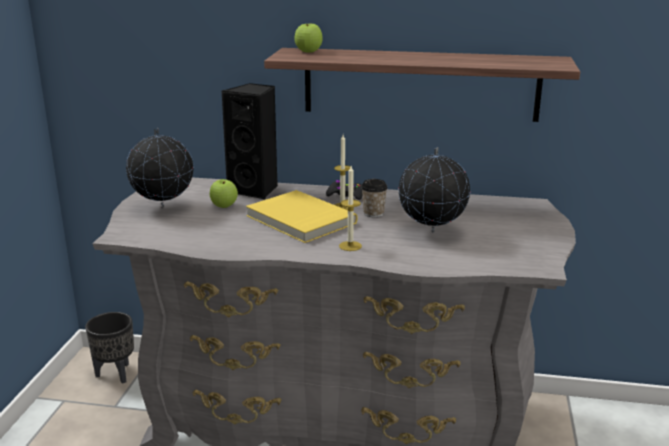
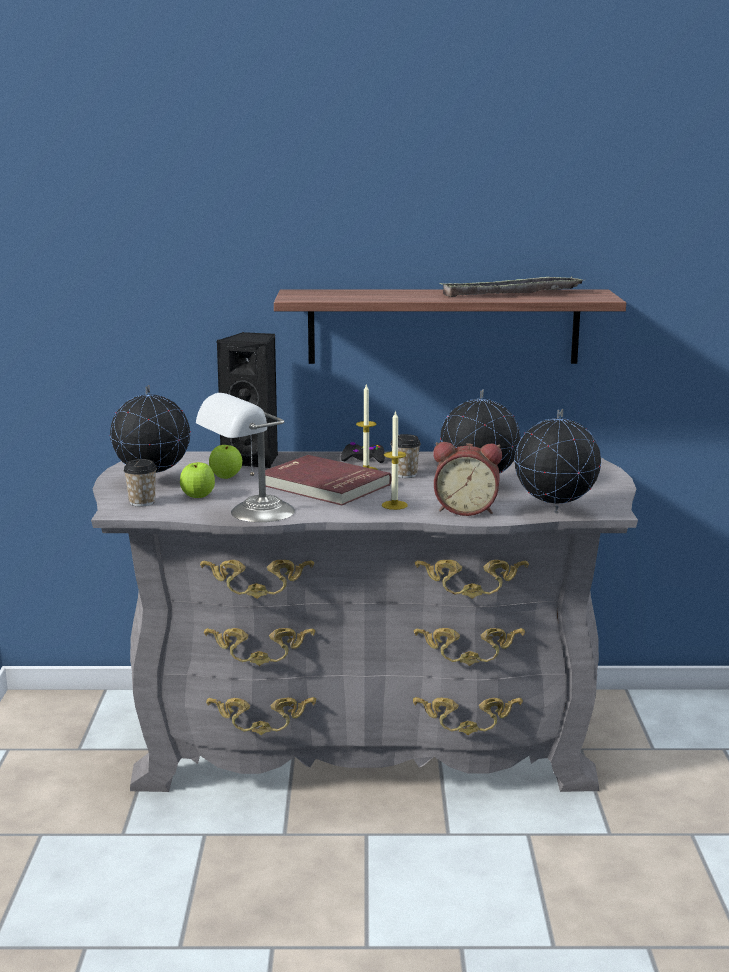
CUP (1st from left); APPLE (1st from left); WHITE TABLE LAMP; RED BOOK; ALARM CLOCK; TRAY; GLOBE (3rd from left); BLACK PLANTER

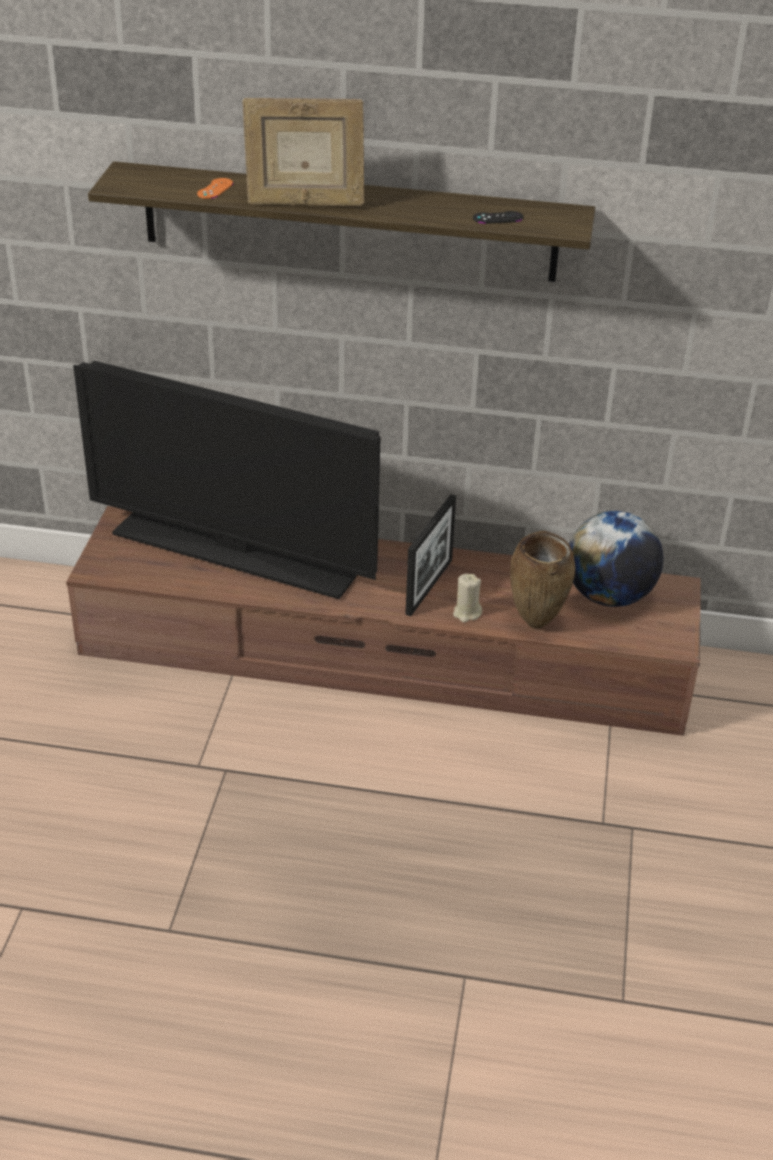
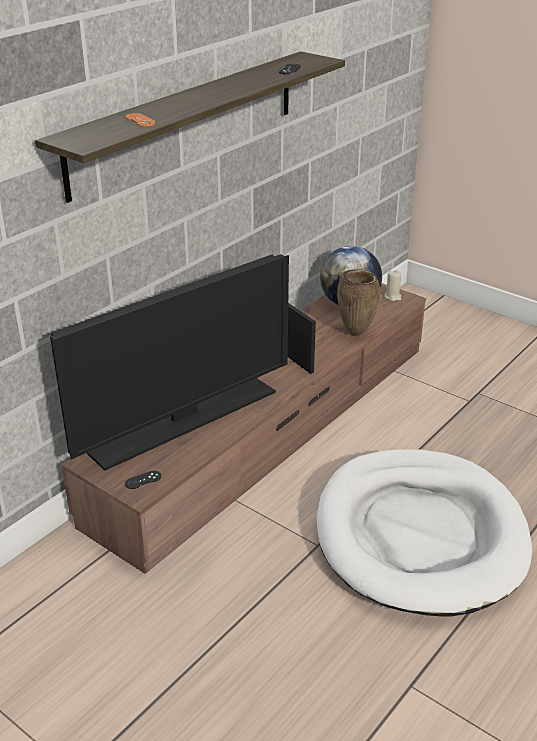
BLACK GAME CONTROLLER (1st from left); WHITE DOG BED; BEIGE CANDLE; PICTURE FRAME (1st from left in the first image)

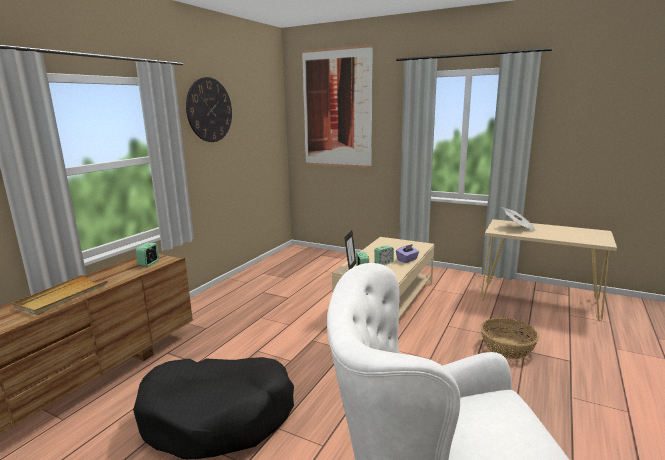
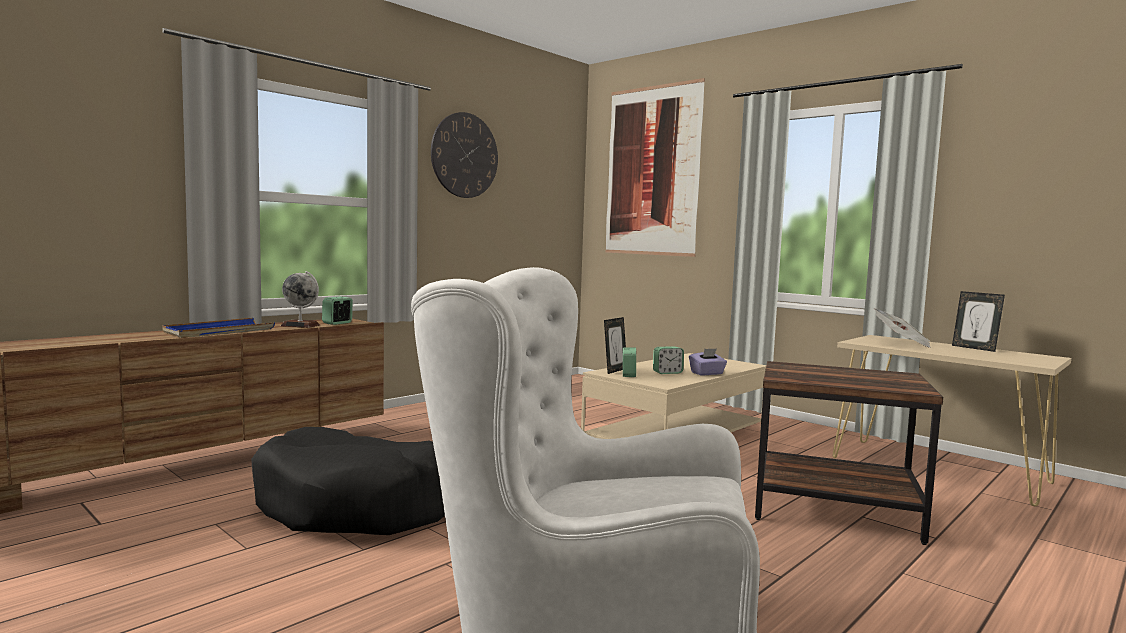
BLUE TRAY; GLOBE; BROWN SIDE TABLE; PICTURE FRAME (2nd from left)

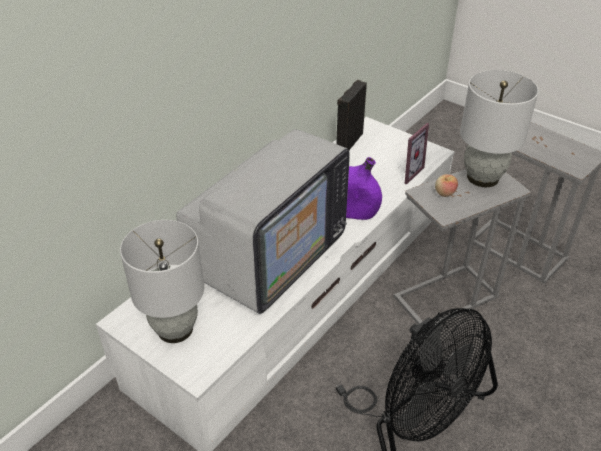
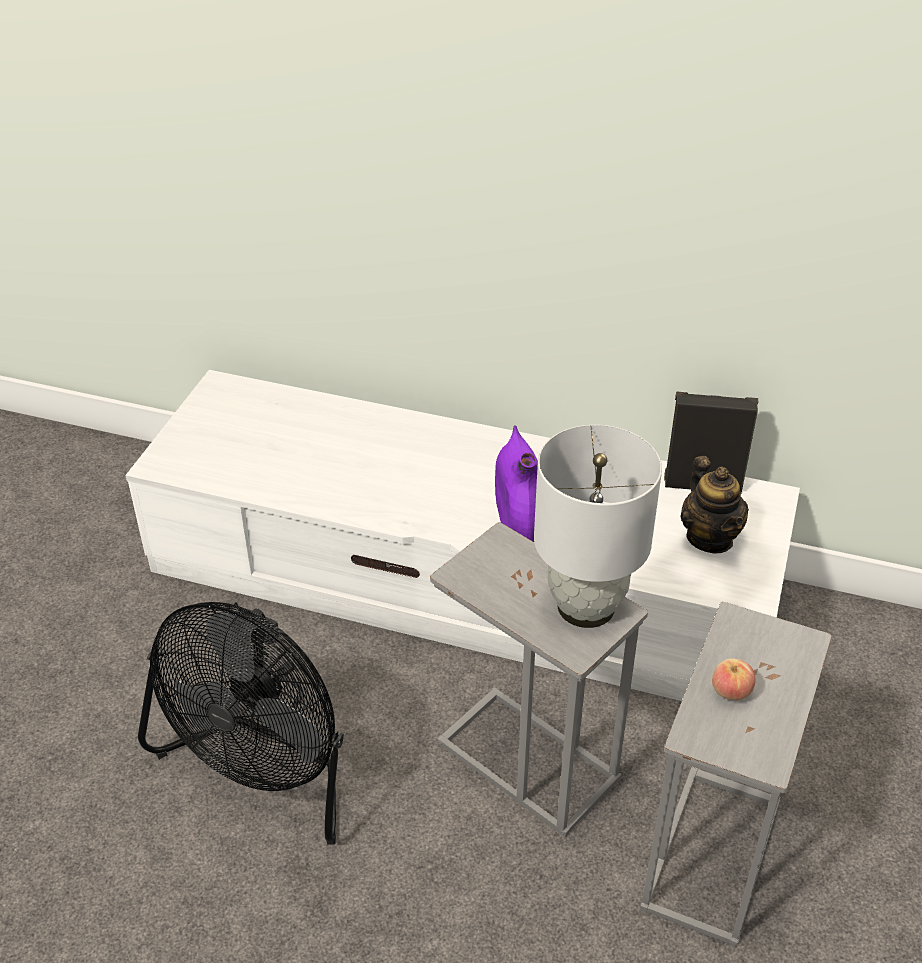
TEAPOT; APPLE; WHITE TABLE LAMP (1st from left in the first image); TELEVISION; PICTURE FRAME

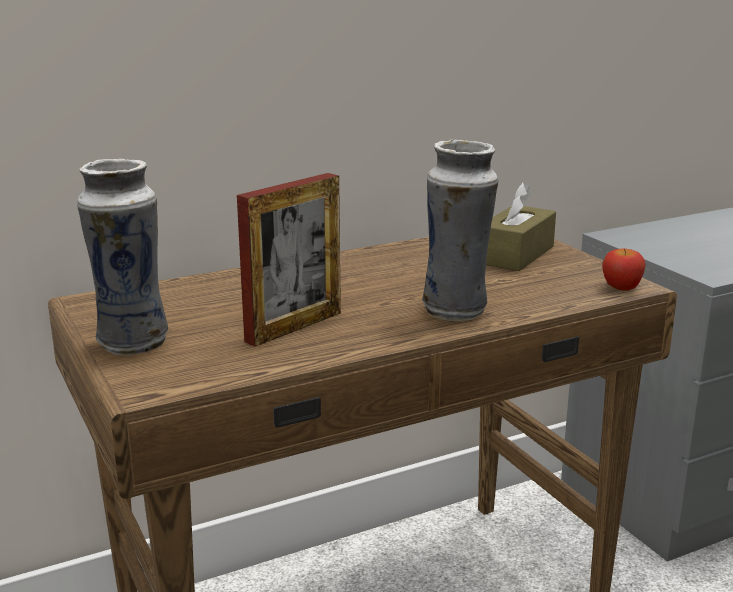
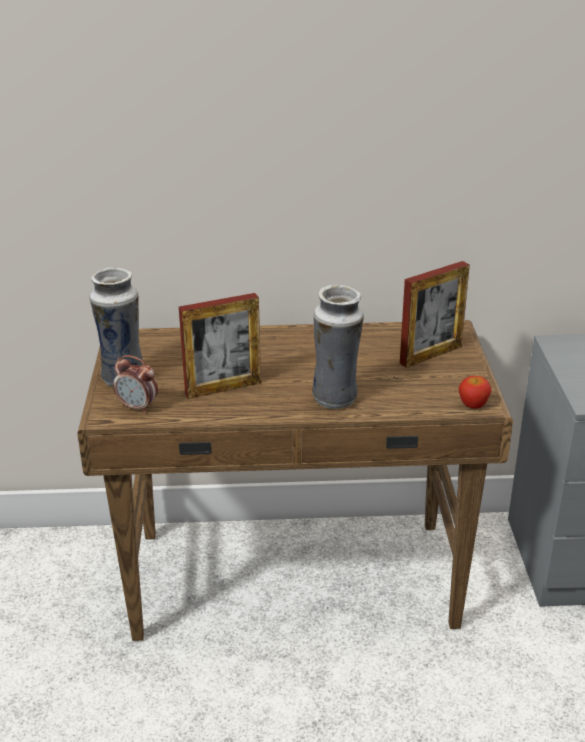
ALARM CLOCK; PICTURE FRAME (2nd from left)

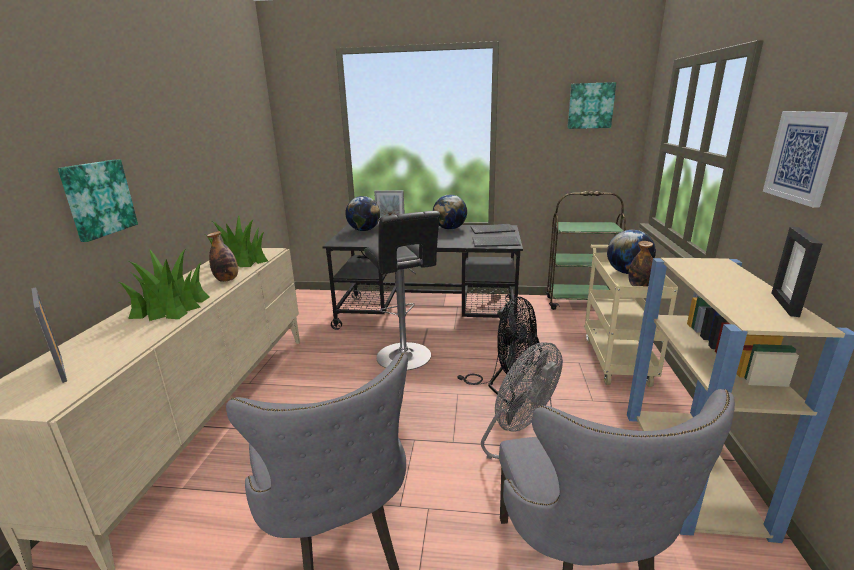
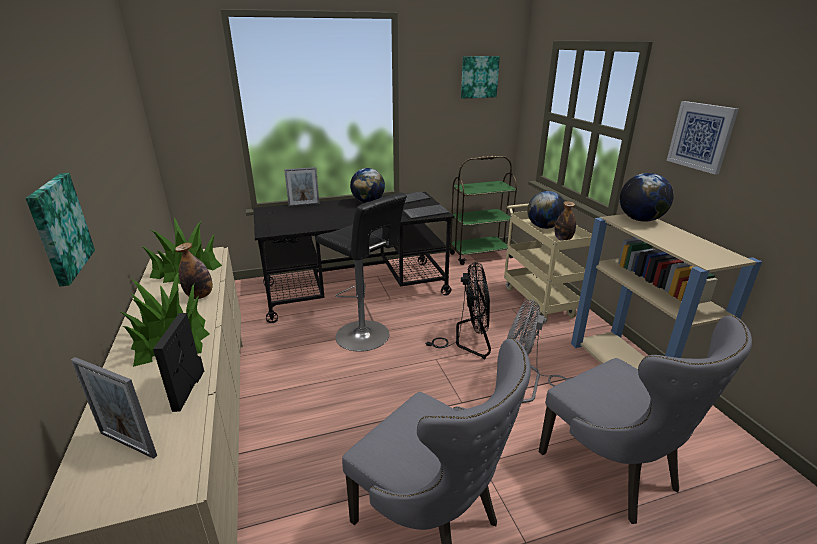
PICTURE FRAME (2nd from left); GLOBE (3rd from left)

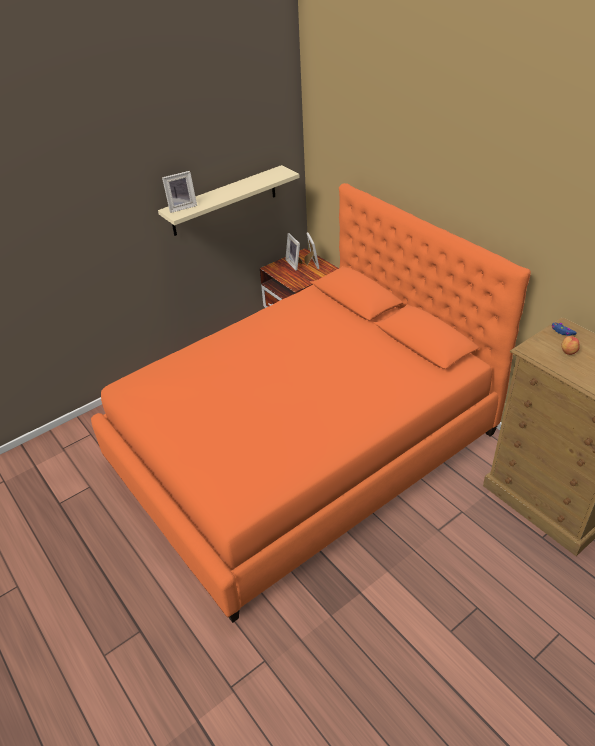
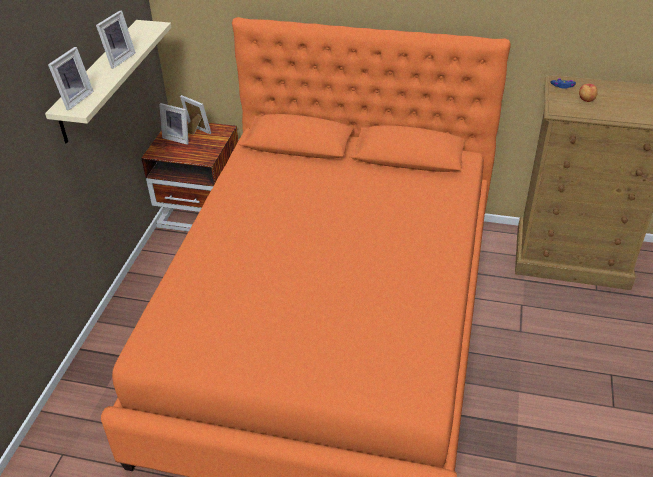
PICTURE FRAME (2nd from left)

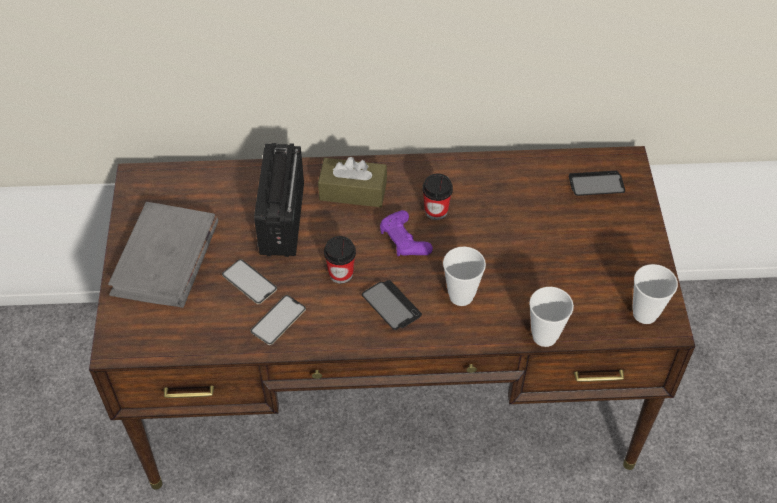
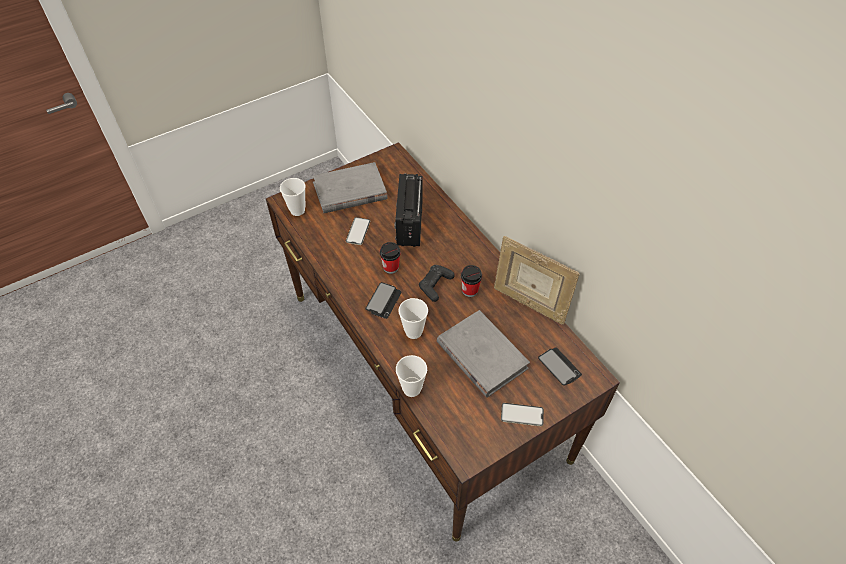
CUP (1st from left); RADIO; BLACK GAME CONTROLLER; GREY BOOK (2nd from left); PICTURE FRAME; PHONE (3rd from left); BROWN TISSUE BOX

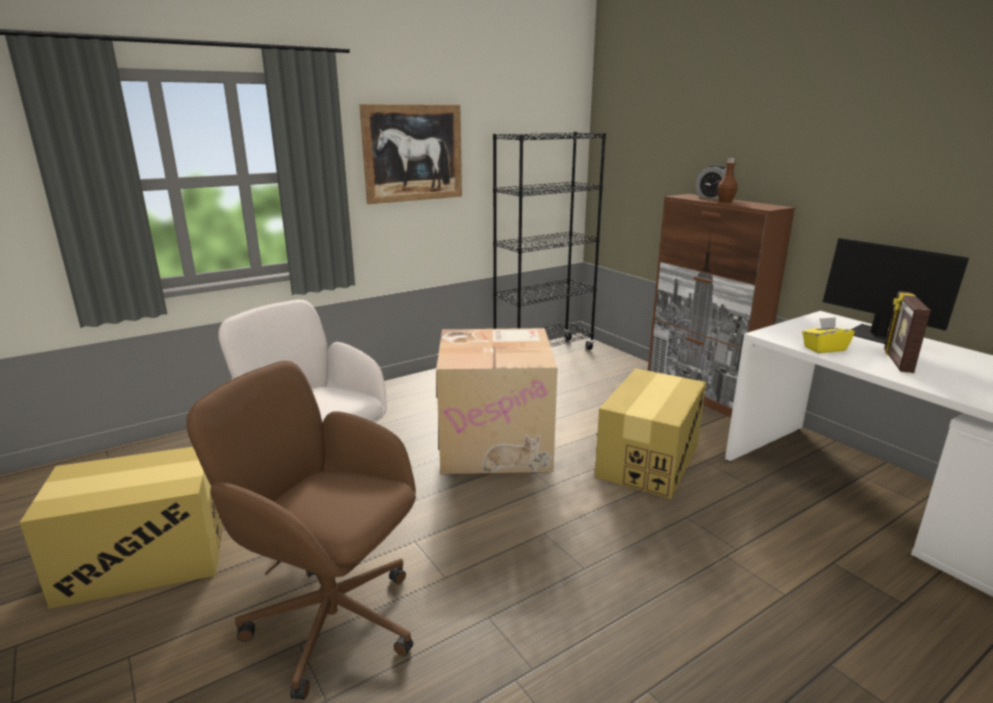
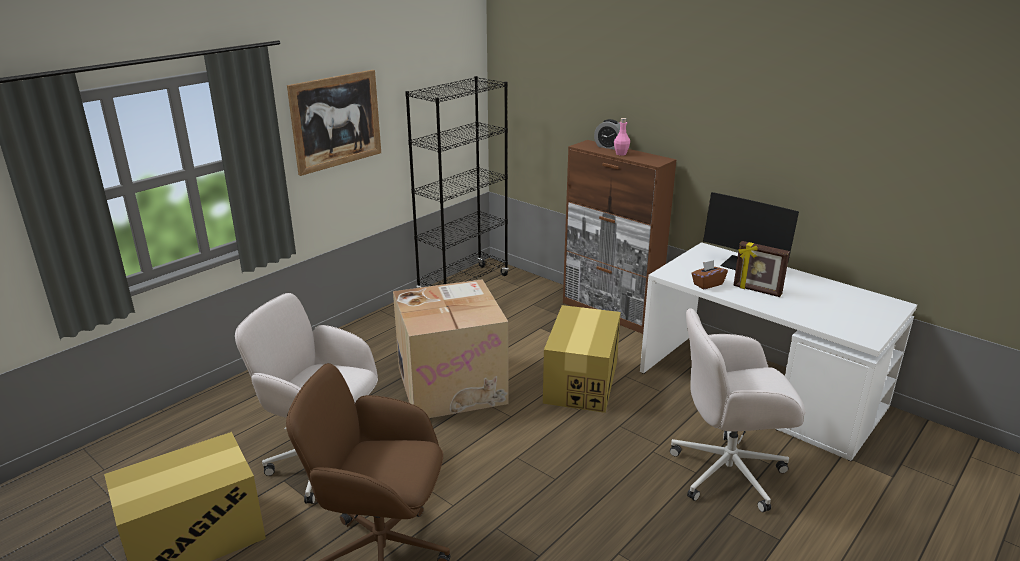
PINK BOTTLE; WHITE OFFICE CHAIR (2nd from left); BROWN TISSUE BOX; PICTURE FRAME

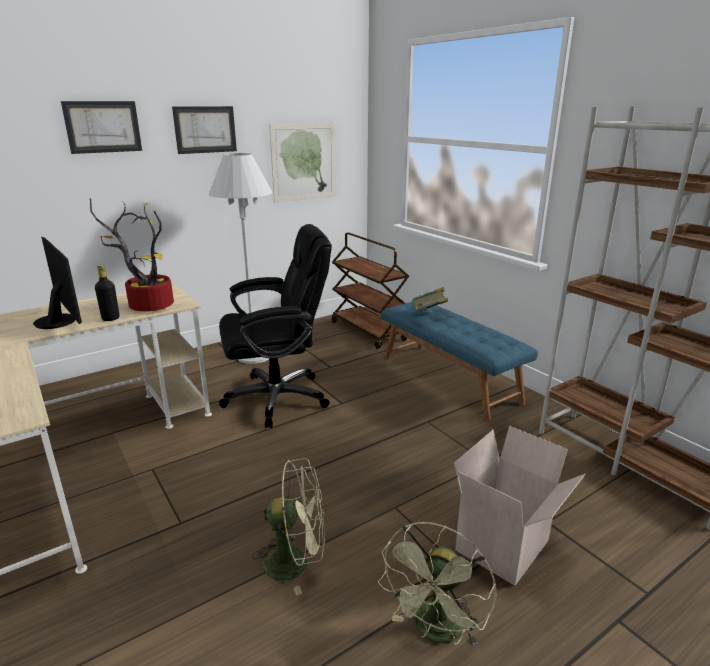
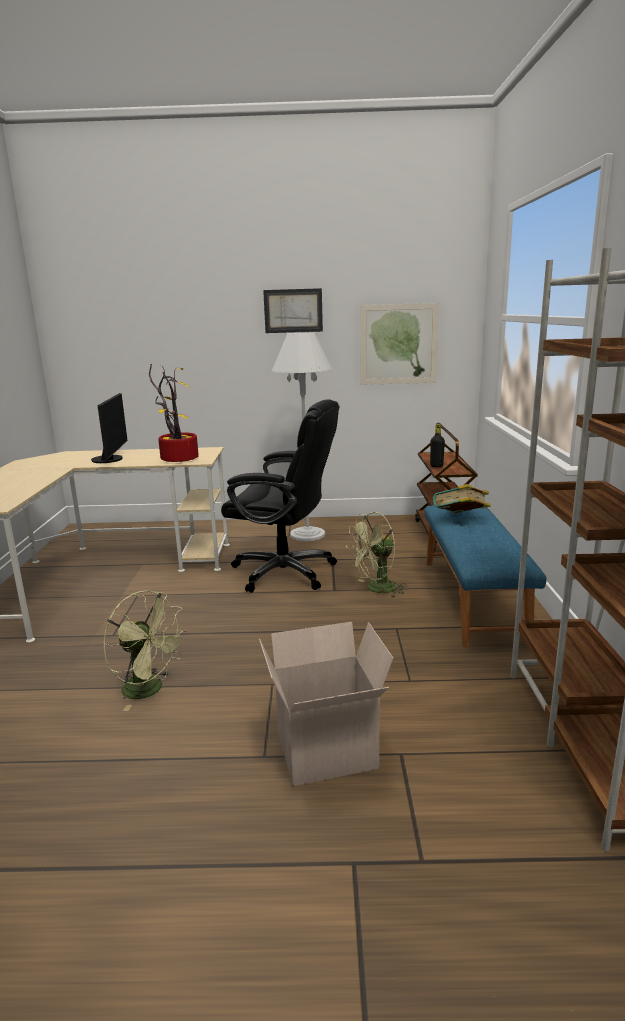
GREEN FAN (2nd from left); BLACK BOTTLE; PICTURE (1st from left in the first image)

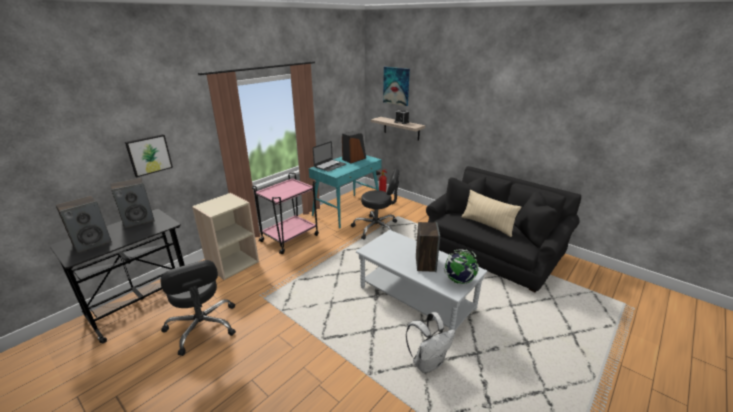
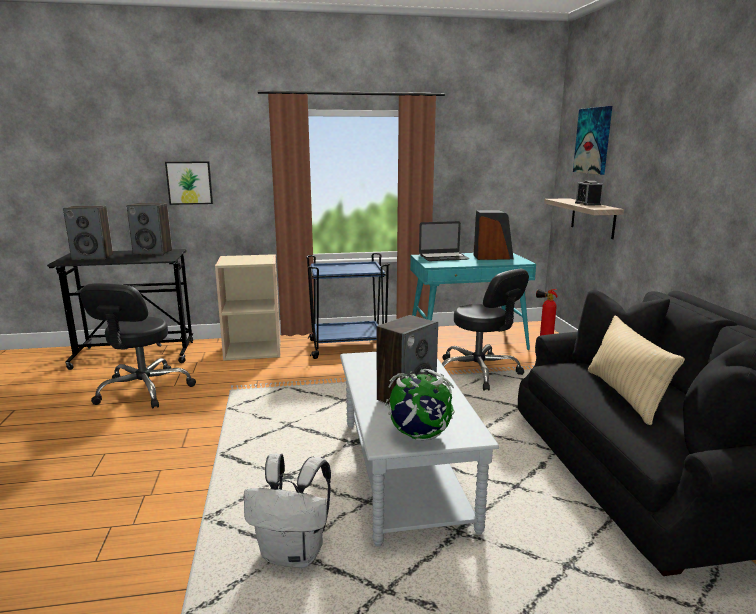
BLUE CART

